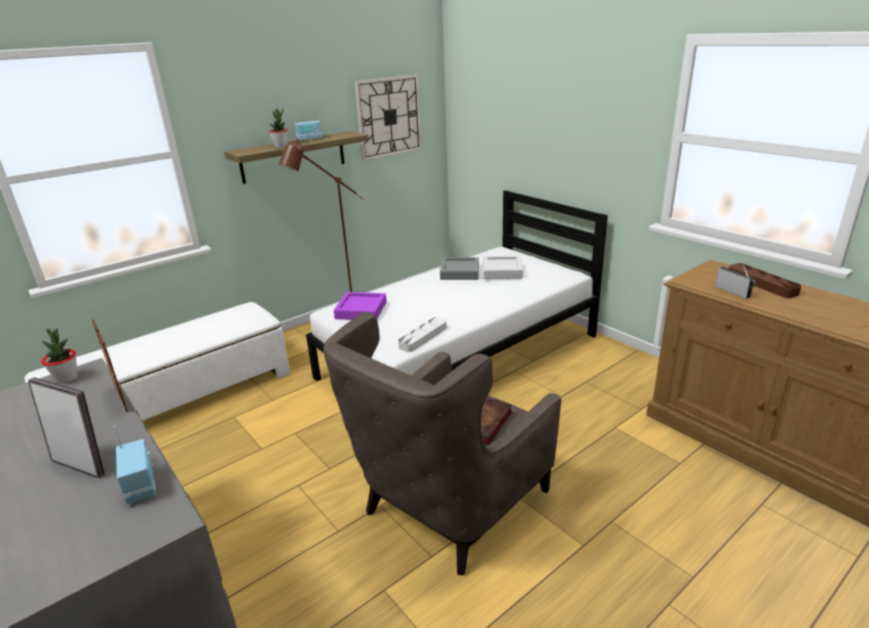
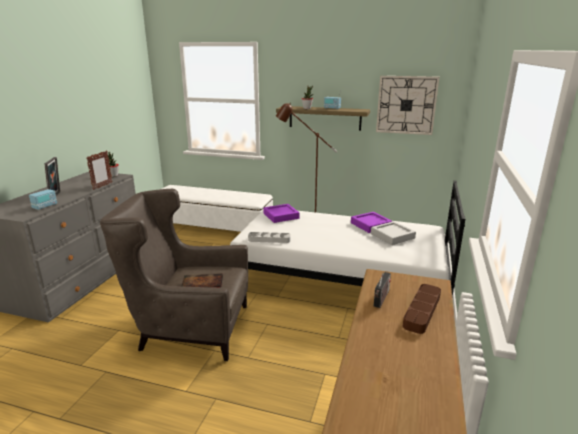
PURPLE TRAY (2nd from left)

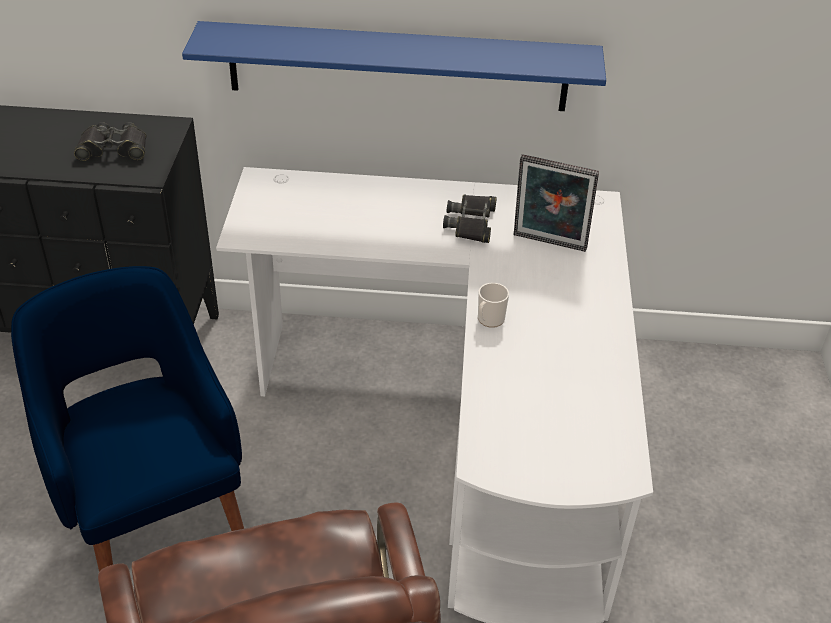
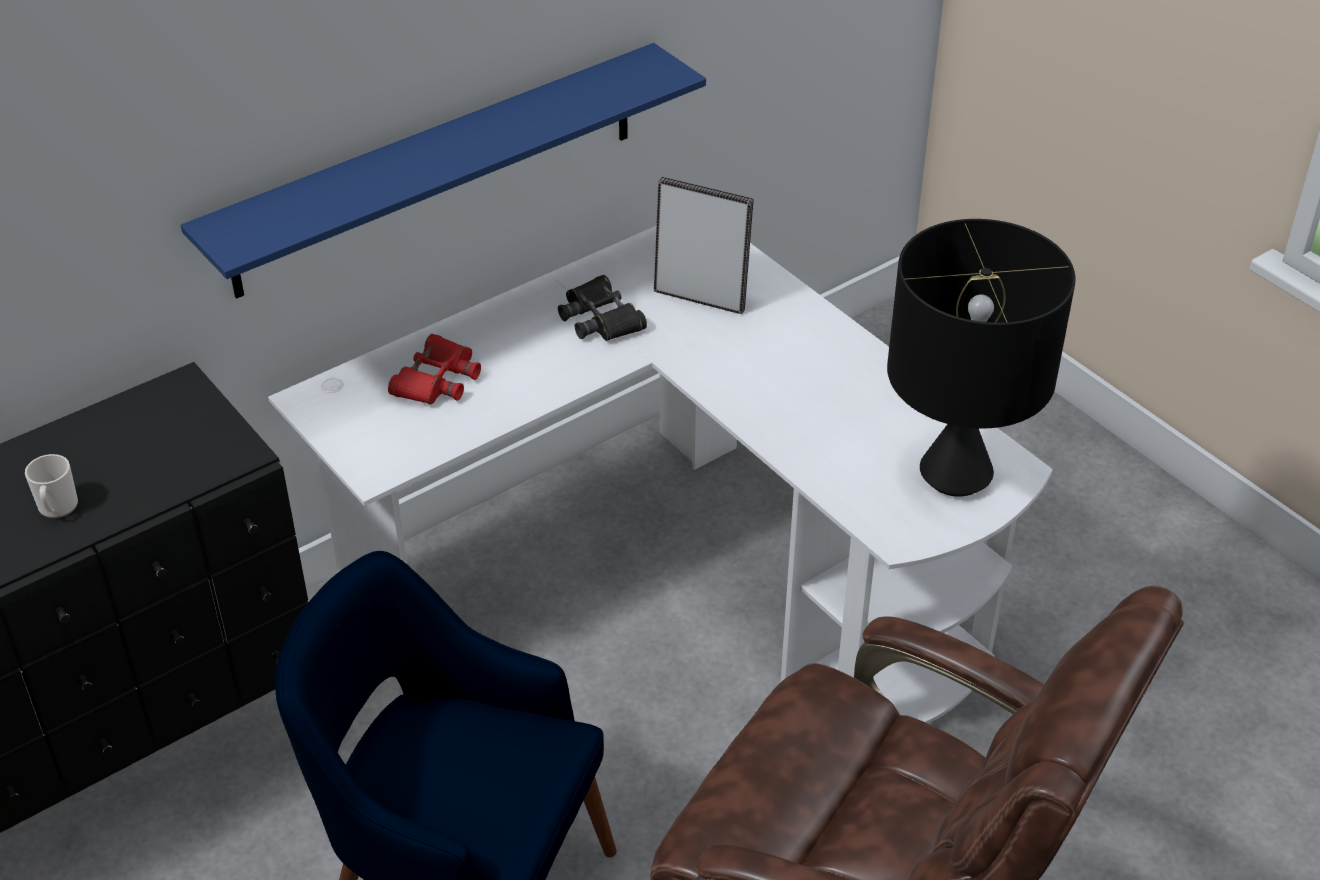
MUG; RED BINOCULARS; PICTURE FRAME; BLACK TABLE LAMP; BLACK BINOCULARS (1st from left in the first image)

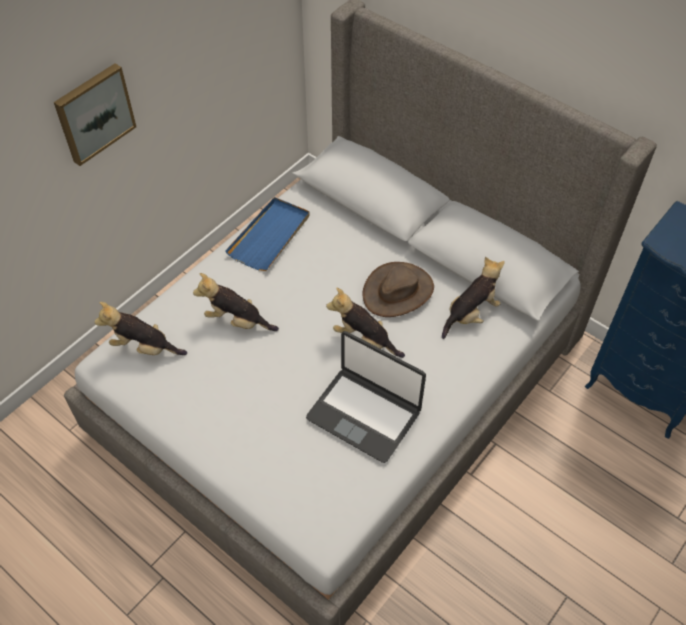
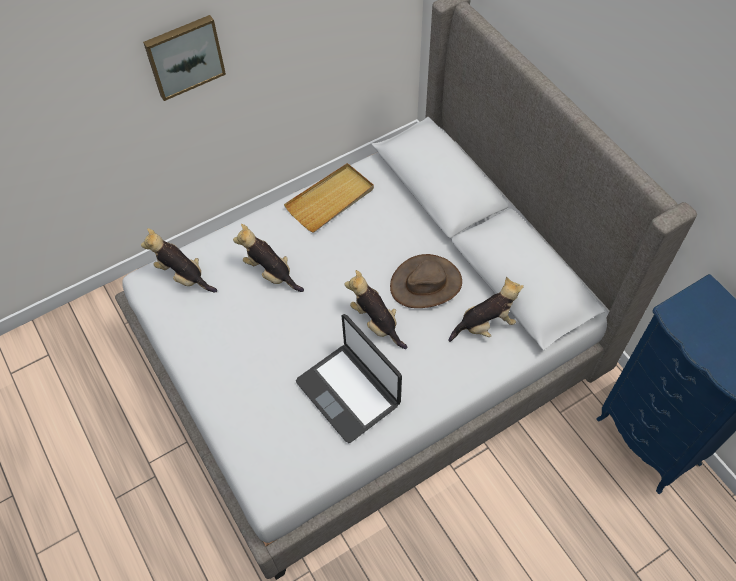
BEIGE TRAY

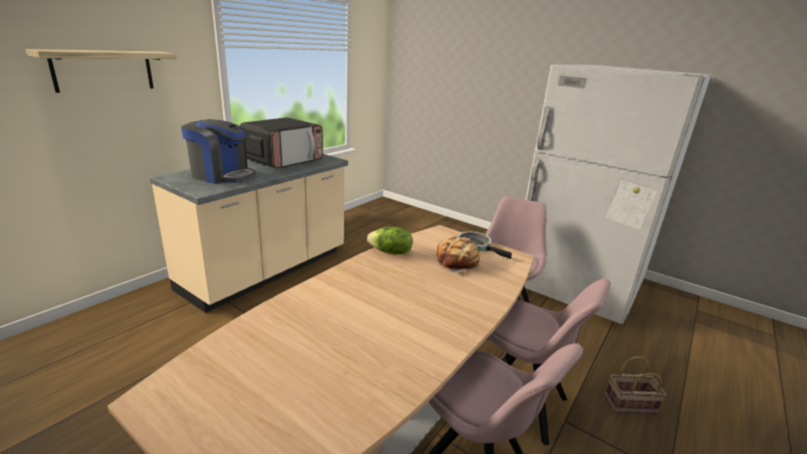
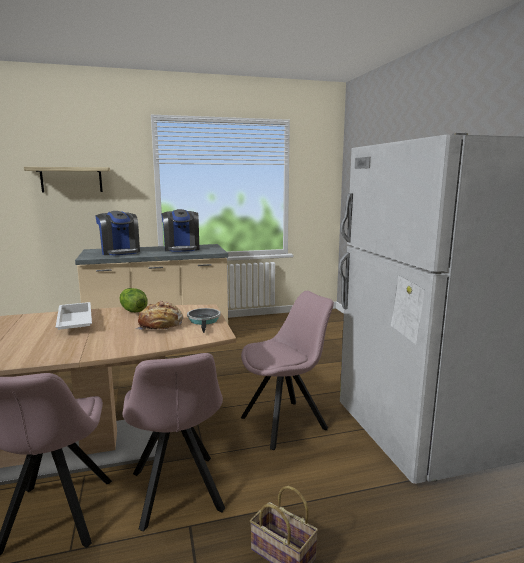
WHITE TRAY; COFFEE MACHINE (2nd from left)

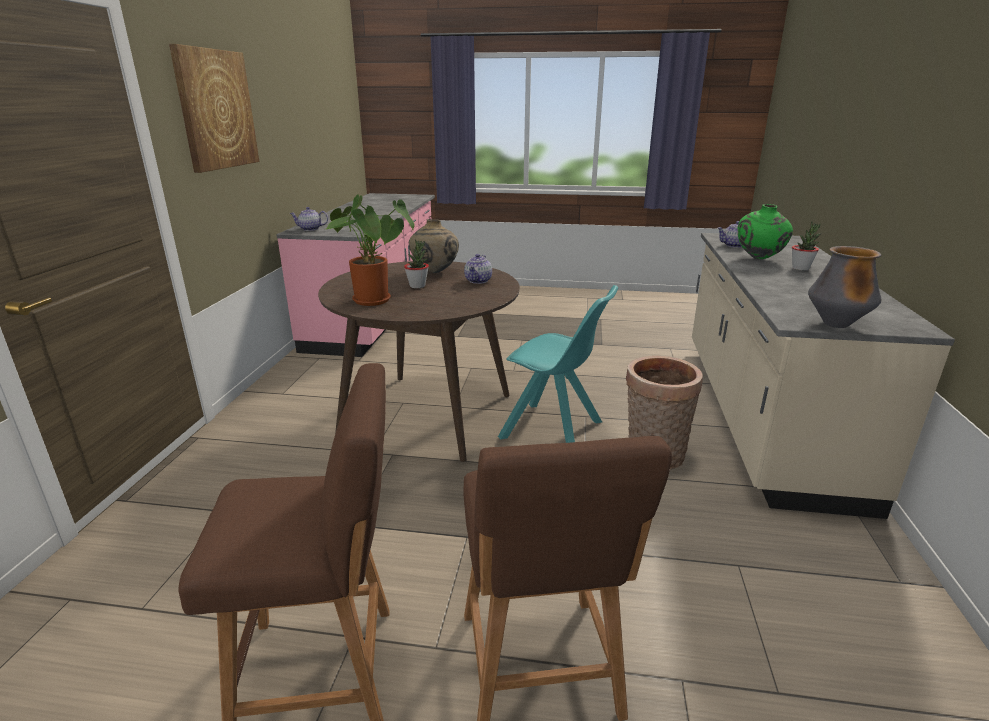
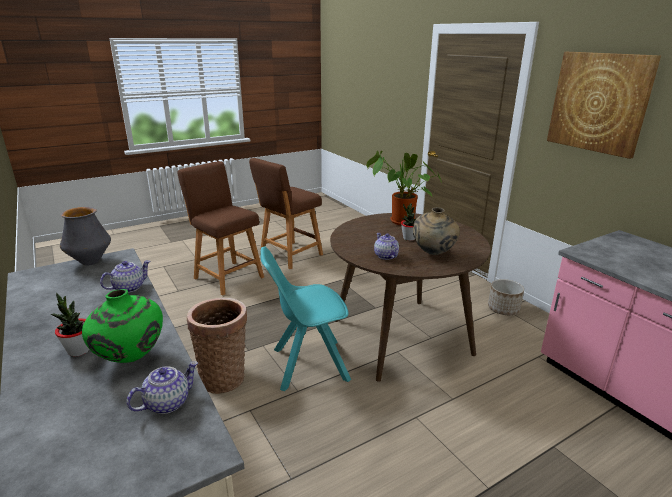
TEAPOT (1st from left); PLANTER

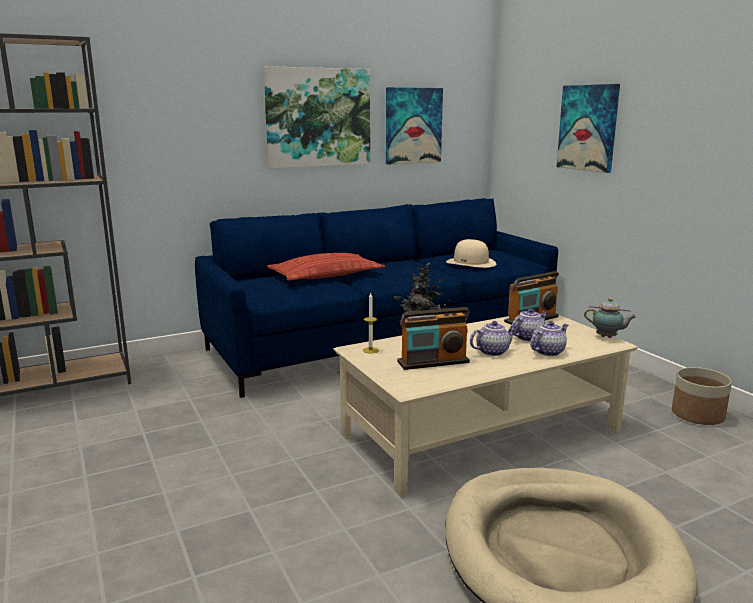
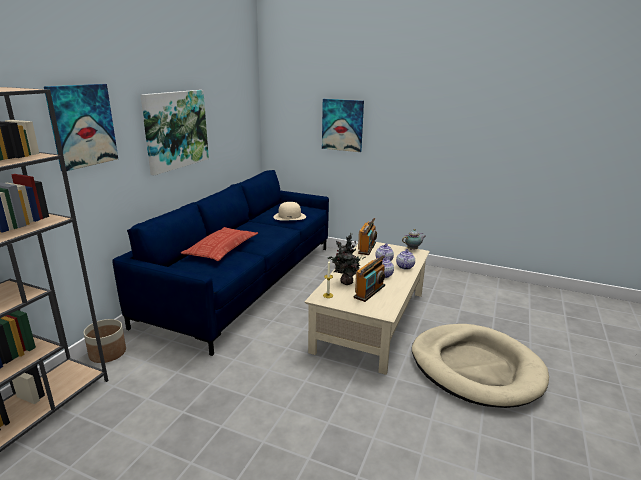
PICTURE (1st from left); PLANTER

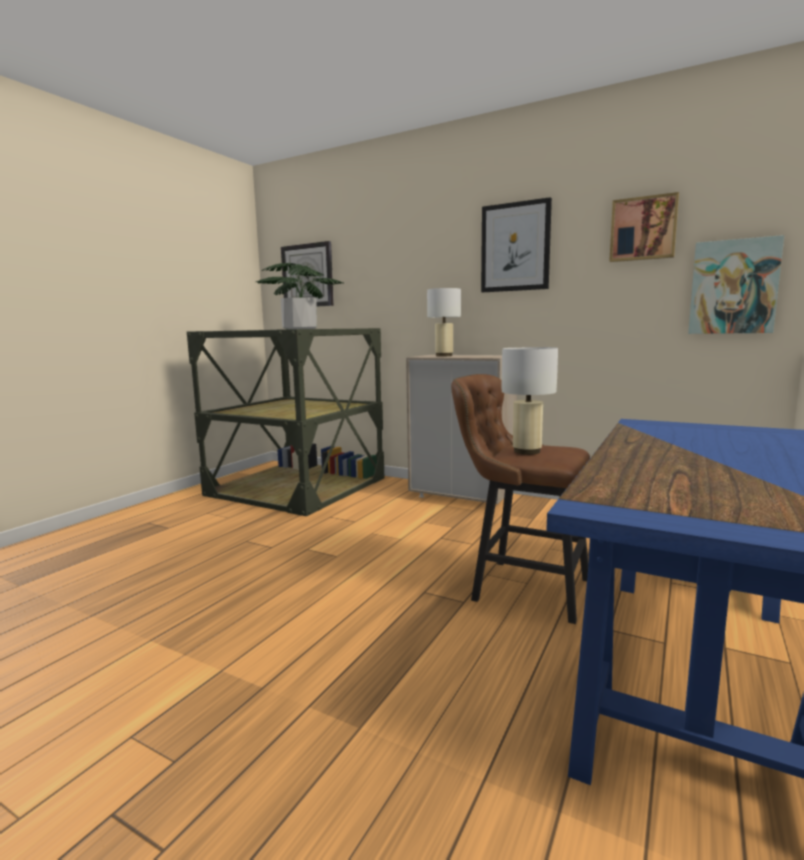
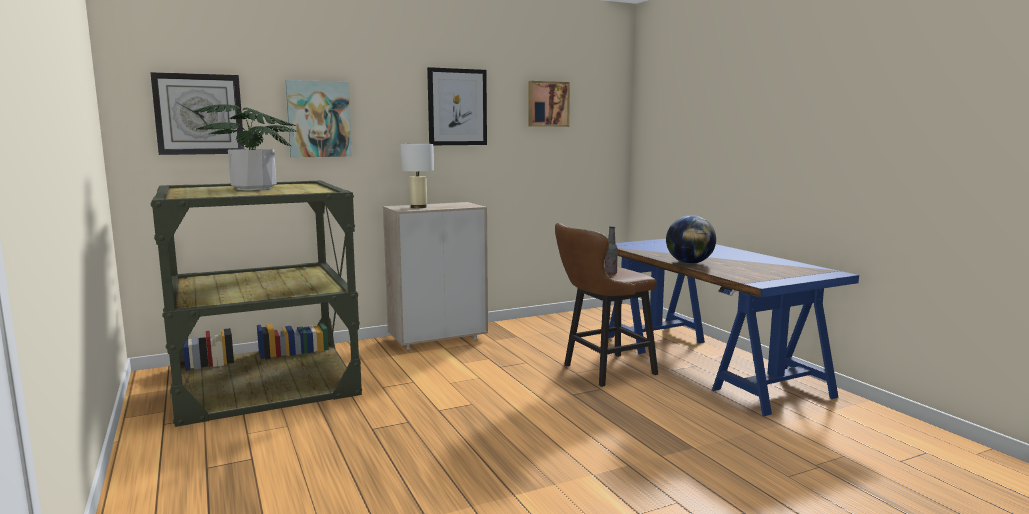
PICTURE (1st from left); BOTTLE; GLOBE

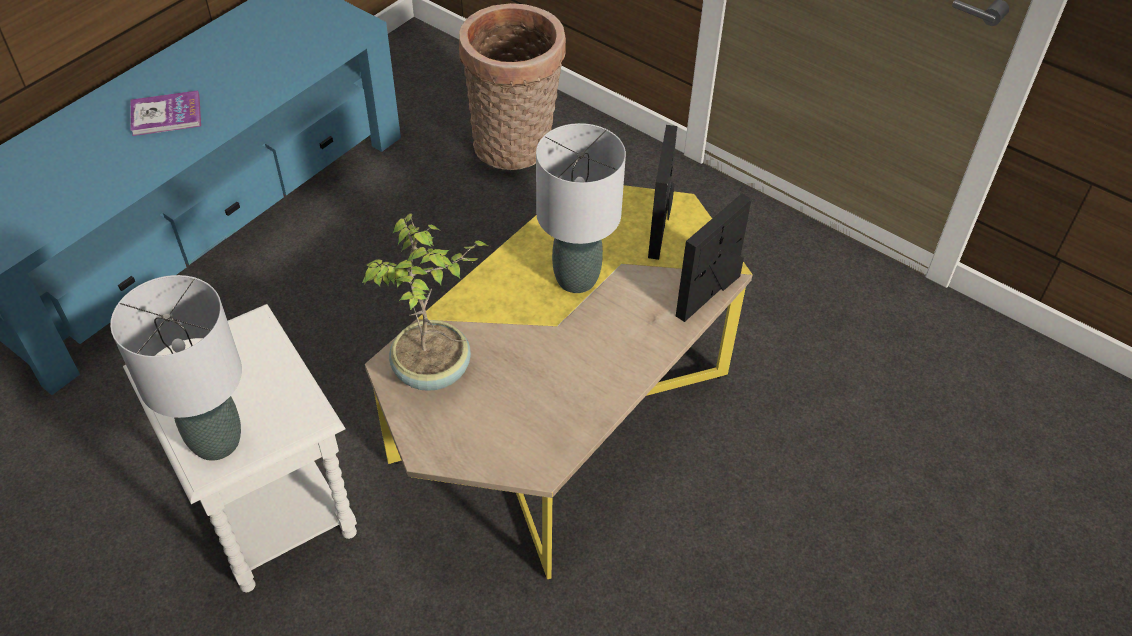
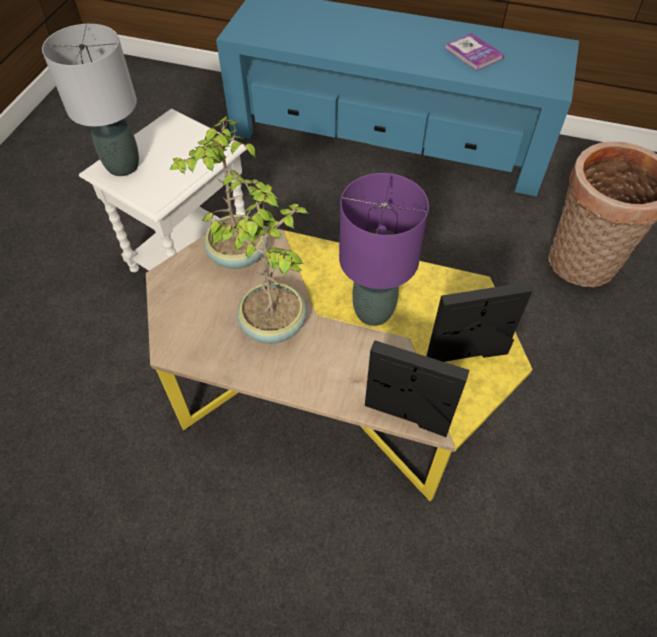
POTTED PLANT (2nd from left); PURPLE TABLE LAMP; BOOK

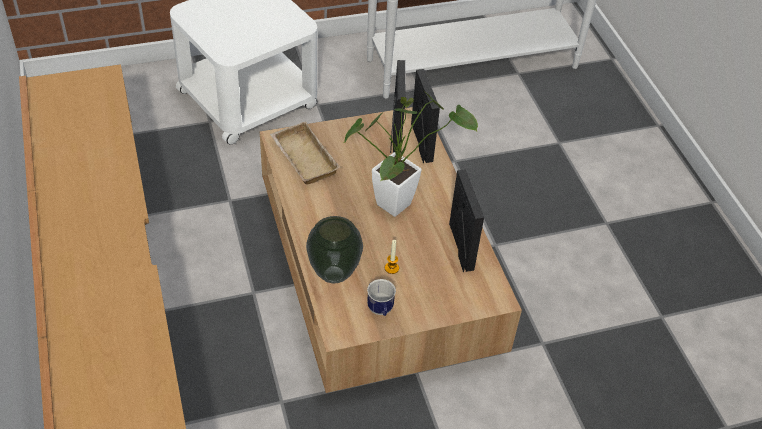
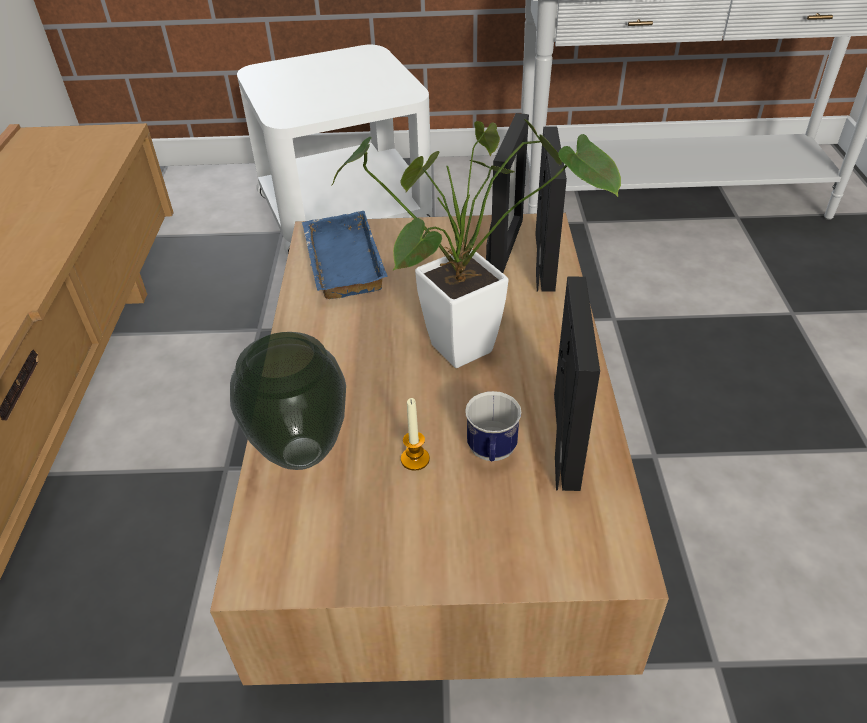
BLUE TRAY; MUG

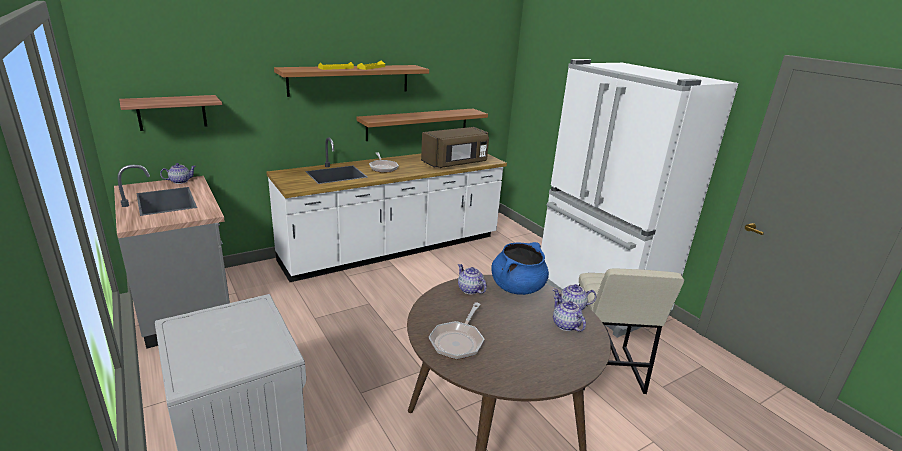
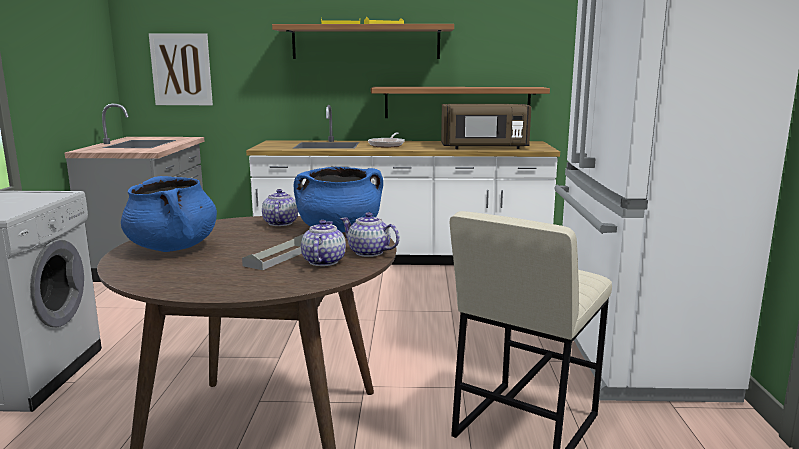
BLUE COOKING POT (1st from left); PICTURE; GREY TRAY; TEAPOT (1st from left in the first image)

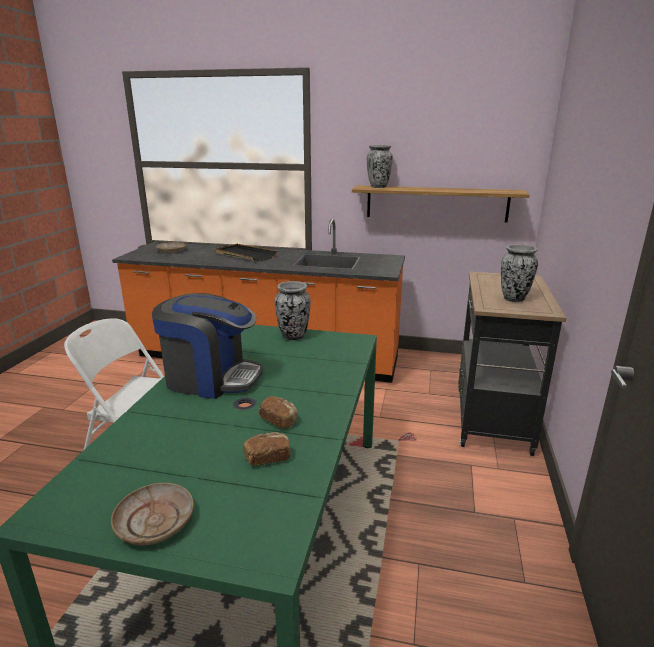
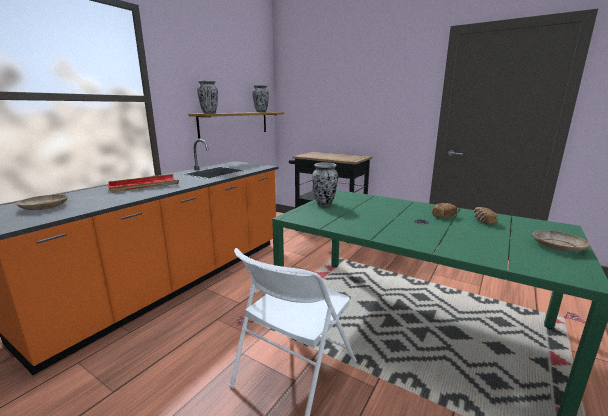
RED TRAY; VASE (2nd from left); COFFEE MACHINE

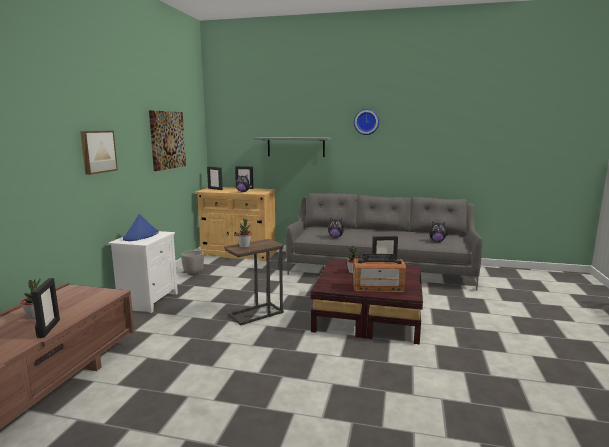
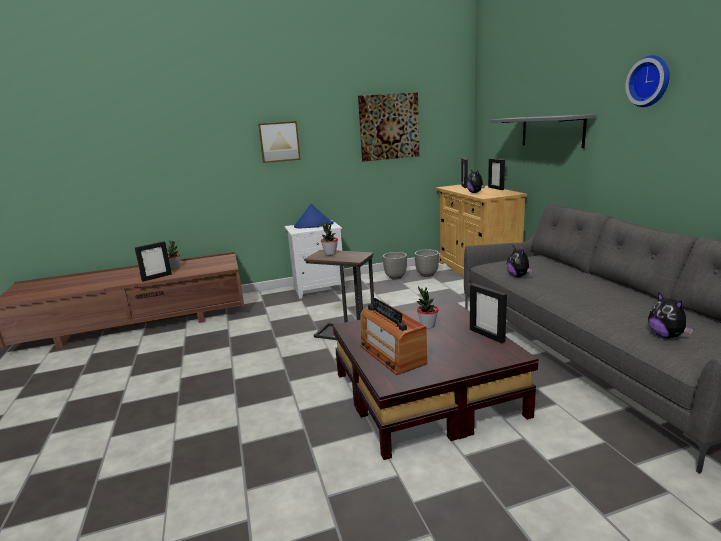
PLANTER (2nd from left)

